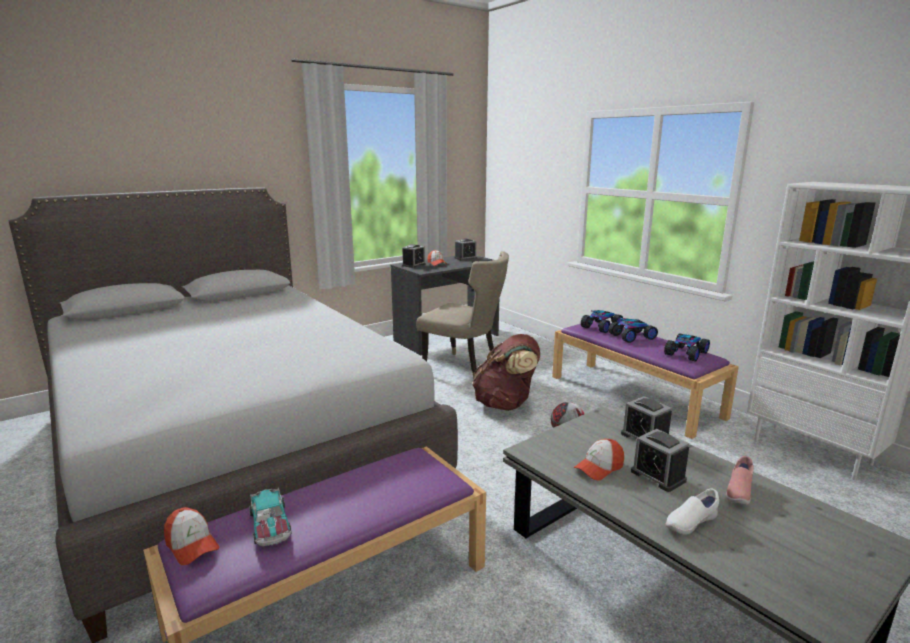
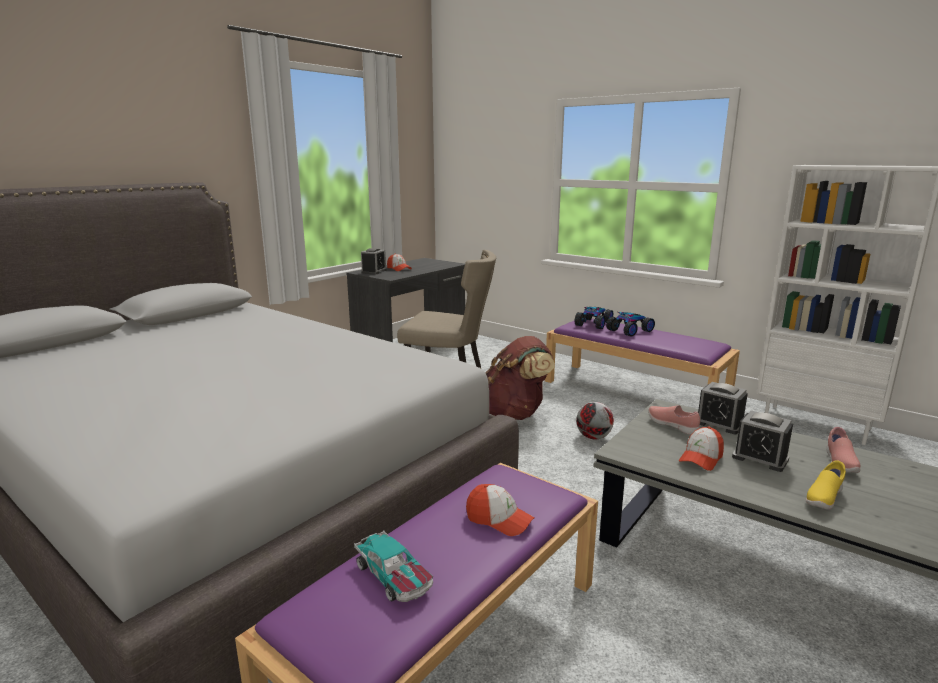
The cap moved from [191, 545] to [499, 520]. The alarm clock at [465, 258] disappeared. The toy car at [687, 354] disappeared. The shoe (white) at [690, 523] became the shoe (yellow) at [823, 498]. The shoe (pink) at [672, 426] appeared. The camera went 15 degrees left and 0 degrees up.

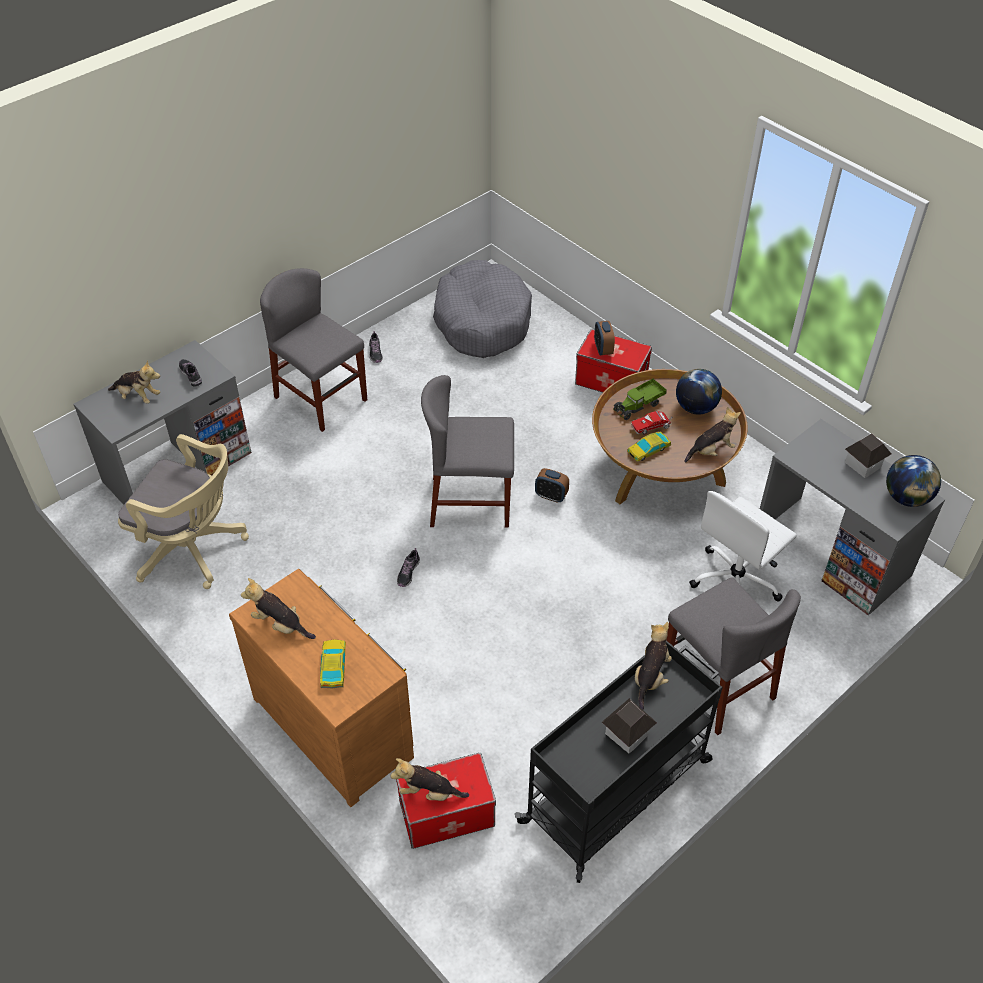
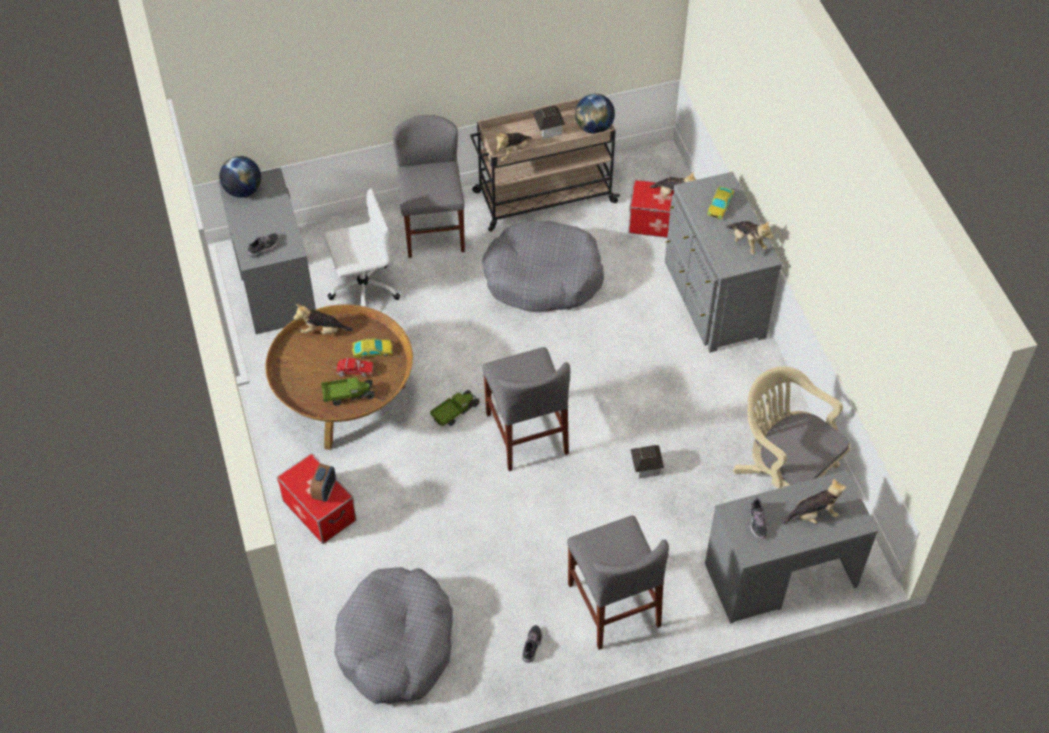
The plush toy at [138, 397] turned 120 degrees clockwise. The dresser (brown) at [335, 724] became the dresser (grey) at [712, 300]. The shoe moved from [408, 572] to [264, 247]. The chair (grey) at [470, 502] turned 45 degrees clockwise. The cart (black) at [618, 790] became the cart (beige) at [543, 197]. The alarm clock at [551, 496] was replaced by the toy truck at [455, 412]. The globe moved from [695, 408] to [594, 128]. The toy house moved from [863, 464] to [646, 467]. The dog bed (grey) at [543, 277] appeared. The camera went 155 degrees left and 5 degrees up.

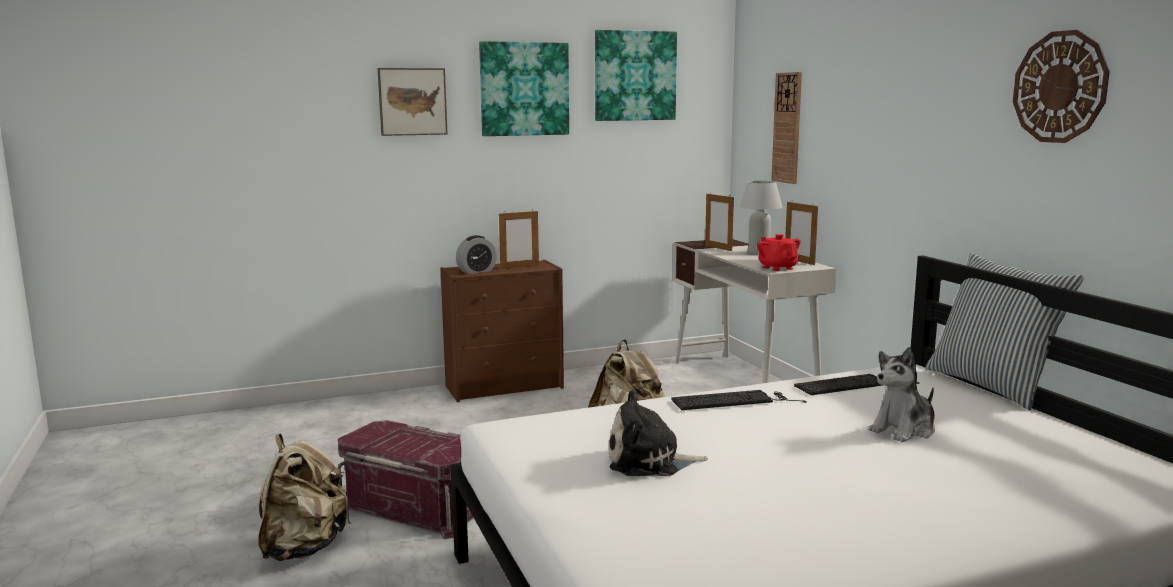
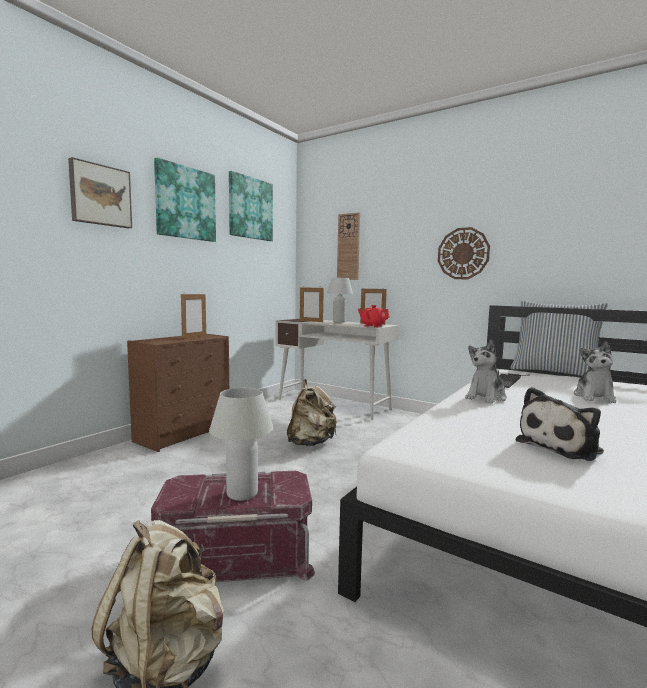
The alarm clock at [476, 271] disappeared. The keyboard at [734, 401] was replaced by the plush toy at [486, 397]. The wall clock moved from [1060, 87] to [463, 253]. The table lamp (white) at [242, 493] appeared. The camera went 35 degrees left and 5 degrees down.

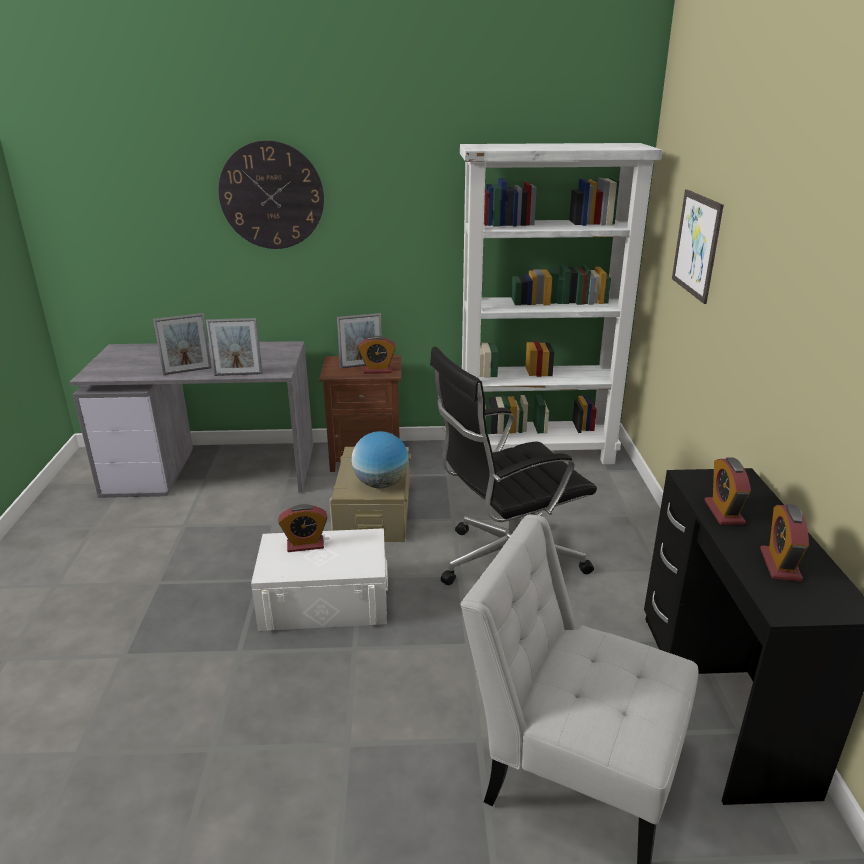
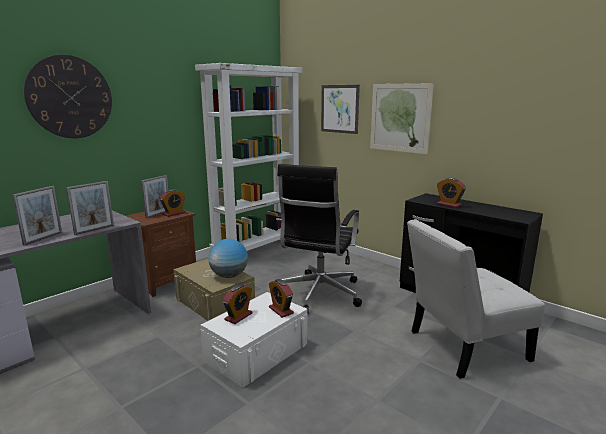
The alarm clock moved from [780, 565] to [281, 310]. The picture at [400, 118] appeared. The camera went 45 degrees left and 10 degrees down.

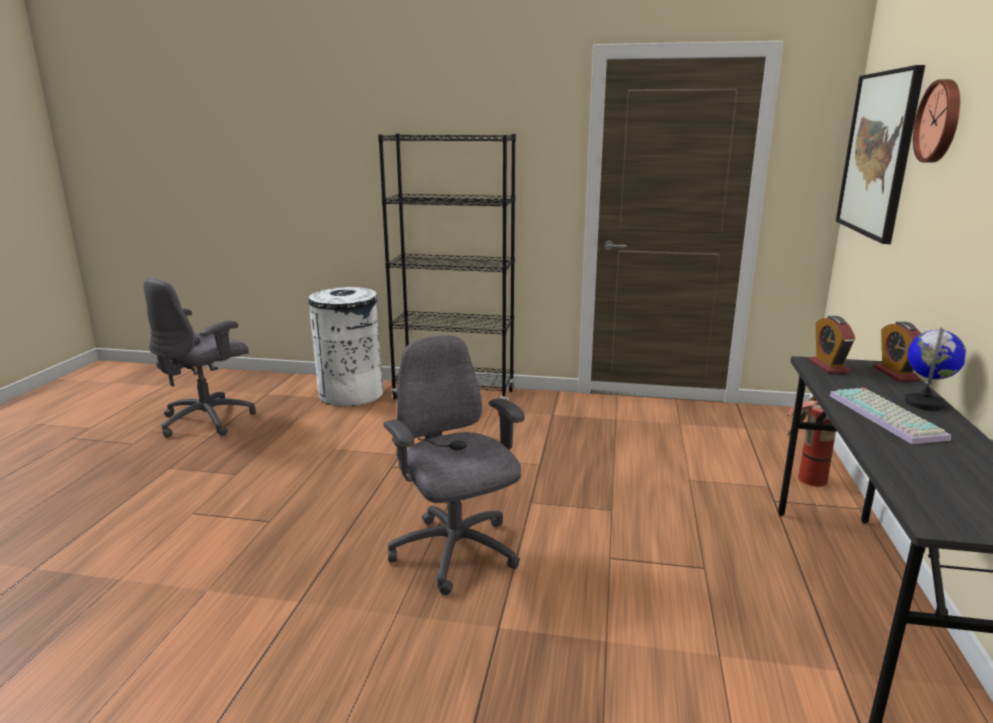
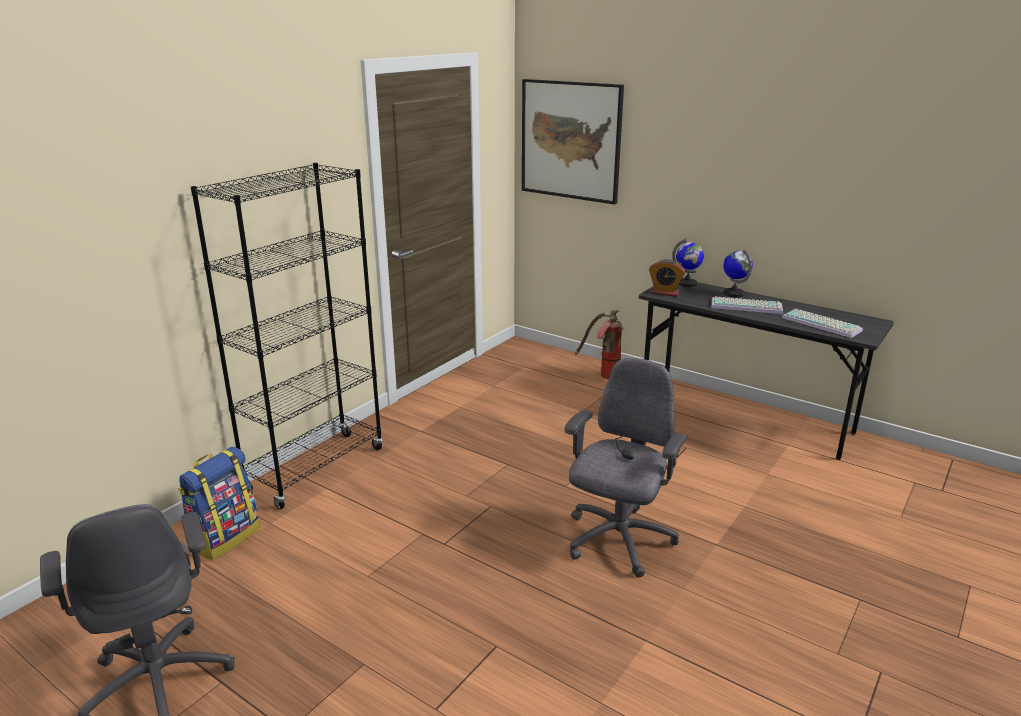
The trash can (white) at [351, 394] was replaced by the backpack at [225, 538]. The office chair (grey) at [455, 553] turned 120 degrees clockwise. The alarm clock at [895, 374] was replaced by the globe at [687, 284]. The wall clock at [940, 121] disappeared. The keyboard at [822, 324] appeared. The camera went 65 degrees left and 5 degrees up.

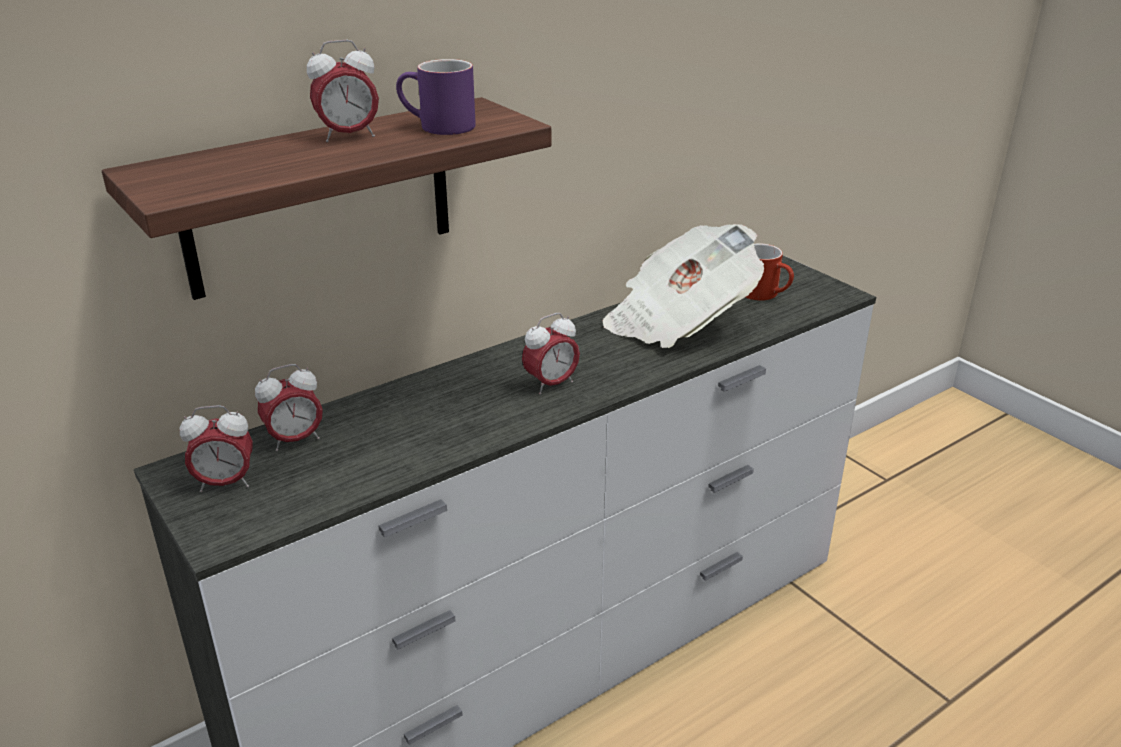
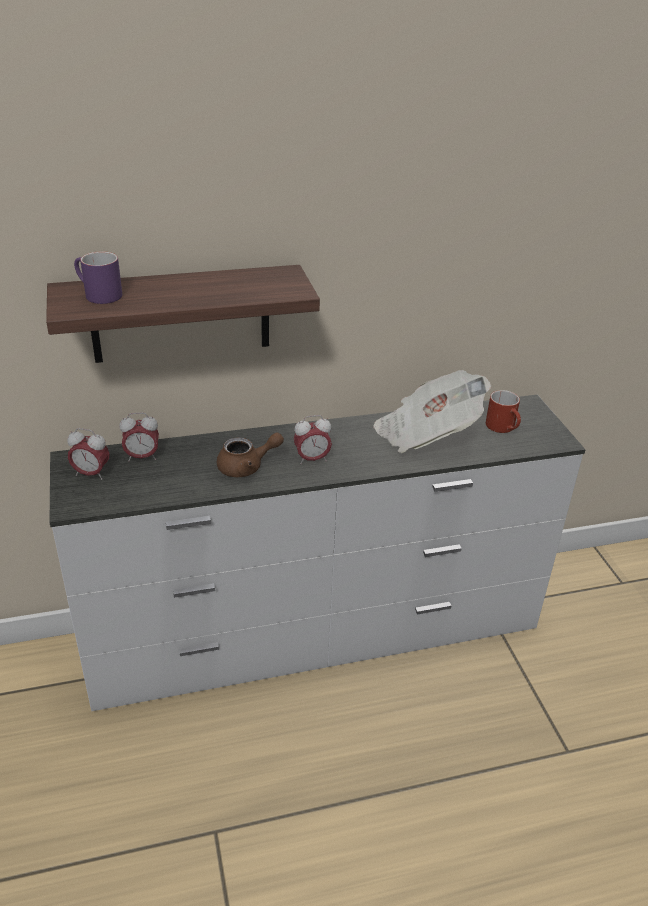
The alarm clock at [348, 136] disappeared. The mug (purple) moved from [437, 127] to [97, 295]. The teapot (brown) at [247, 467] appeared. The camera went 20 degrees right and 5 degrees up.

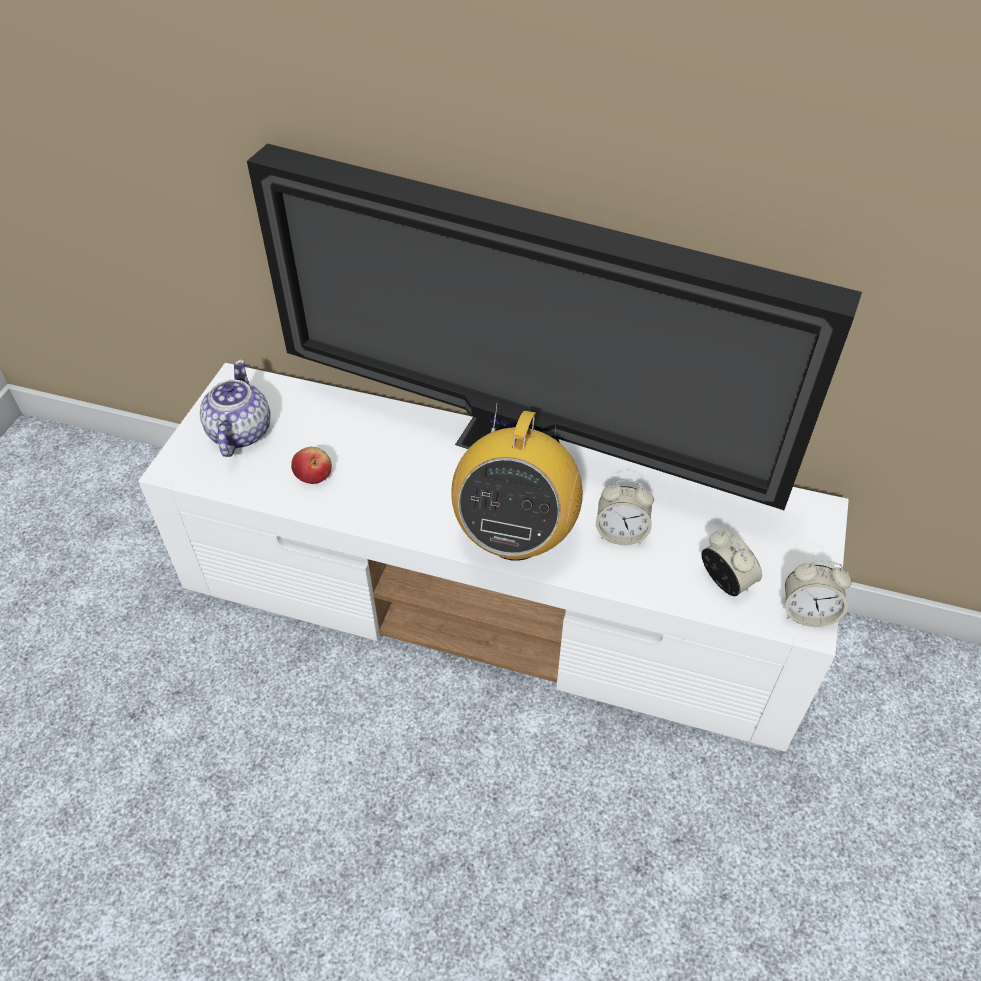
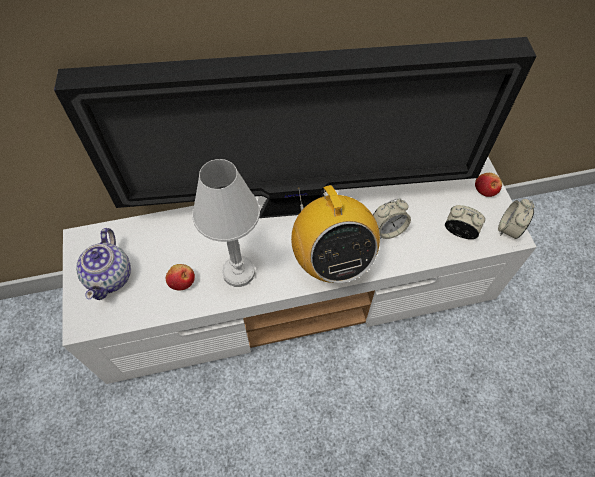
The teapot at [239, 433] turned 150 degrees counterclockwise. The alarm clock at [807, 613] turned 135 degrees clockwise. The table lamp (white) at [238, 272] appeared. The apple at [485, 190] appeared. The camera went 30 degrees left and 10 degrees up.

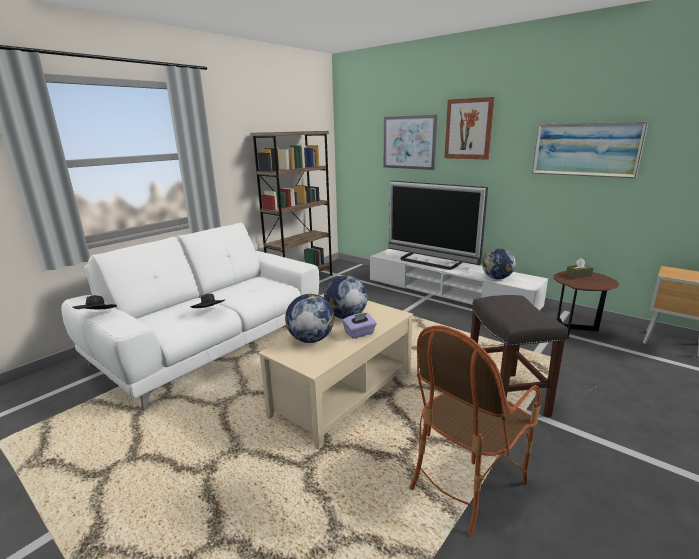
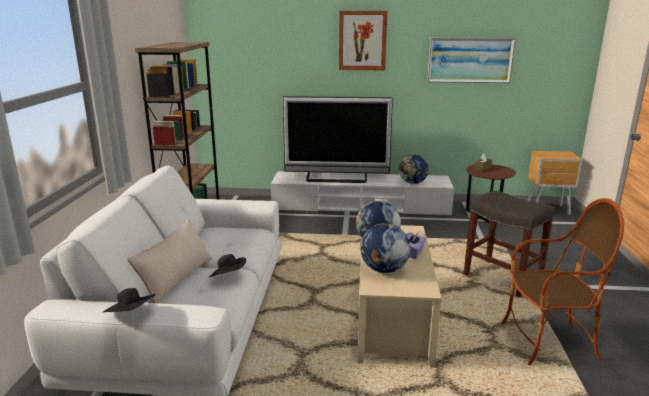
The picture at [409, 142] disappeared. The armchair at [465, 481] turned 105 degrees counterclockwise. The pillow (beige) at [176, 279] appeared. The camera went 35 degrees left and 0 degrees up.

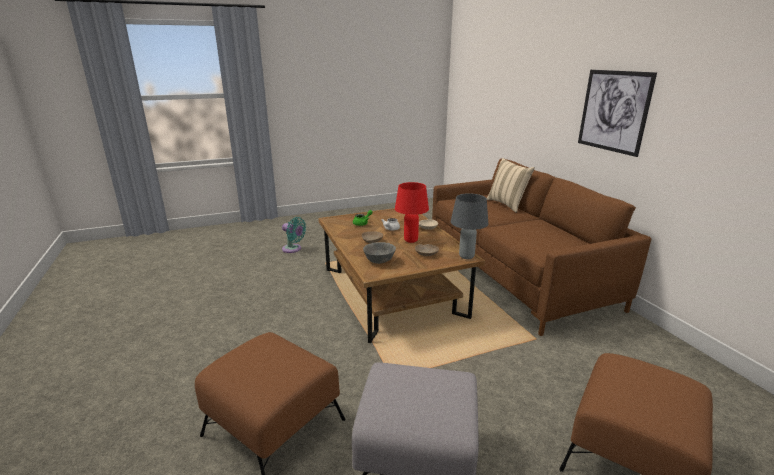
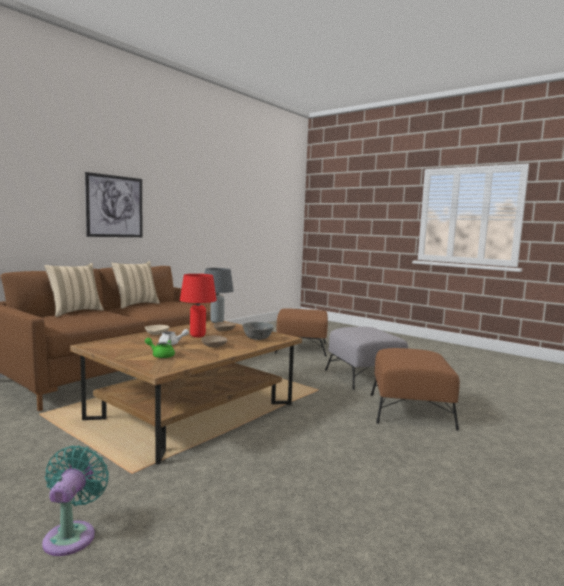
The pillow (beige) at [135, 305] appeared. The camera went 120 degrees left and 15 degrees down.

